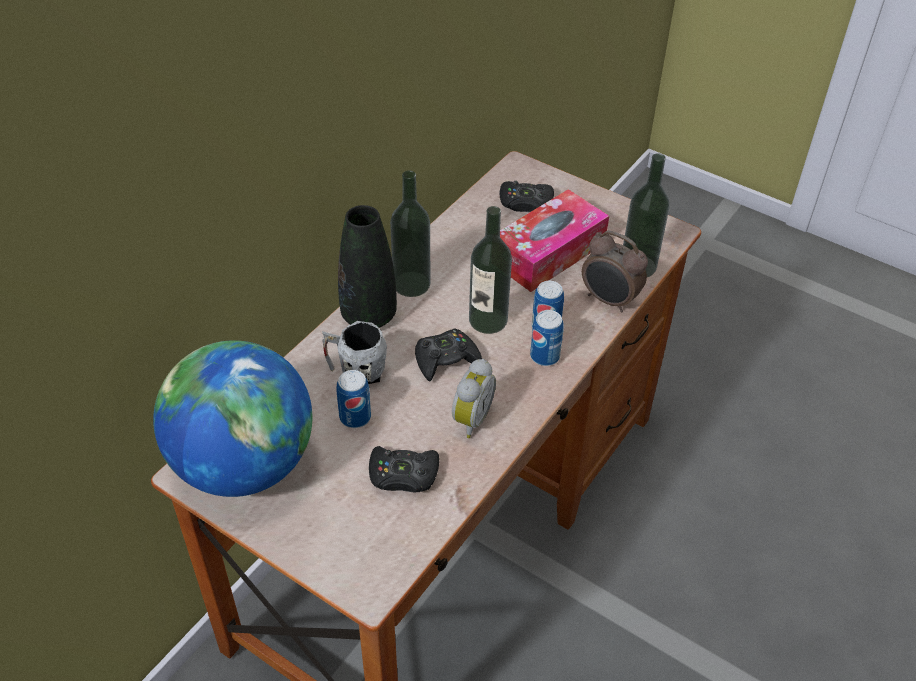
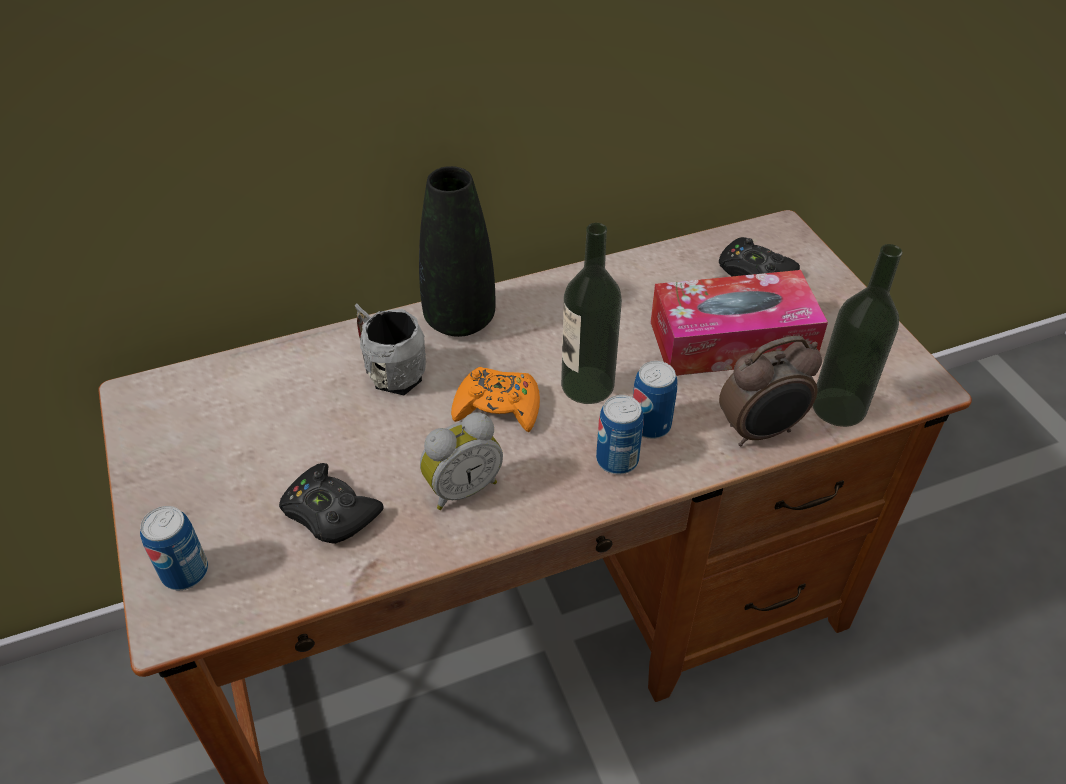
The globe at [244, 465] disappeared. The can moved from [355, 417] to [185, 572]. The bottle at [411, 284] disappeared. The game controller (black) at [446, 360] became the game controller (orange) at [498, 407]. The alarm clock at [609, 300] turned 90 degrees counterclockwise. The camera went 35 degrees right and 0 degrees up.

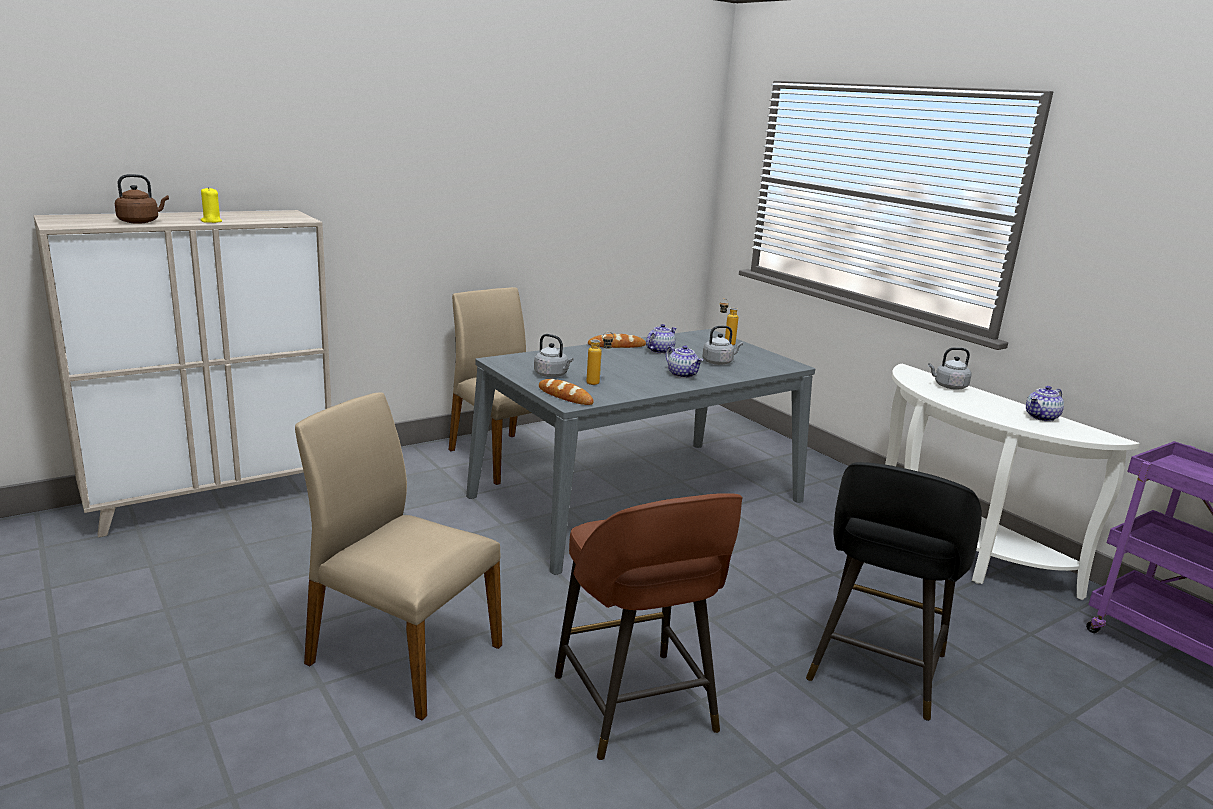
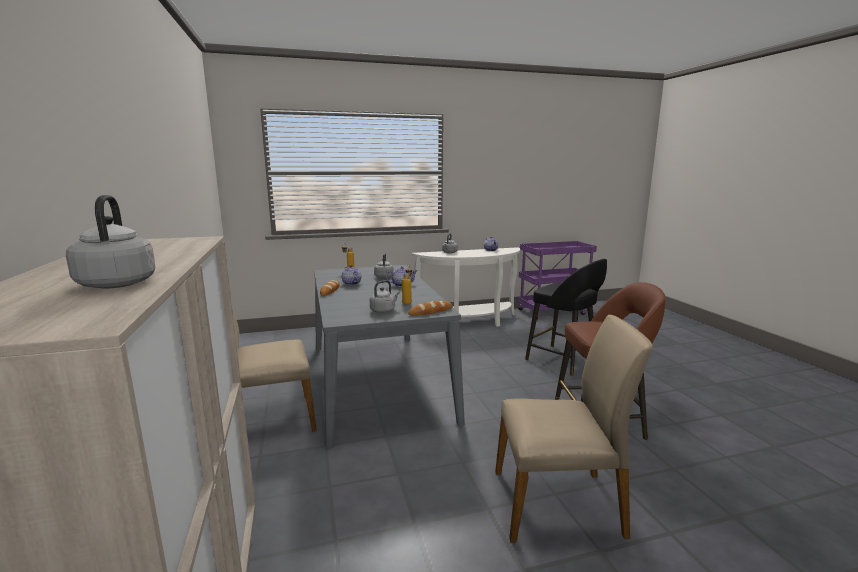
The kettle (brown) at [141, 222] became the kettle (grey) at [118, 283]. The candle (yellow) at [211, 221] disappeared. The chair (beige) at [402, 655] turned 135 degrees counterclockwise. The camera went 70 degrees left and 5 degrees down.

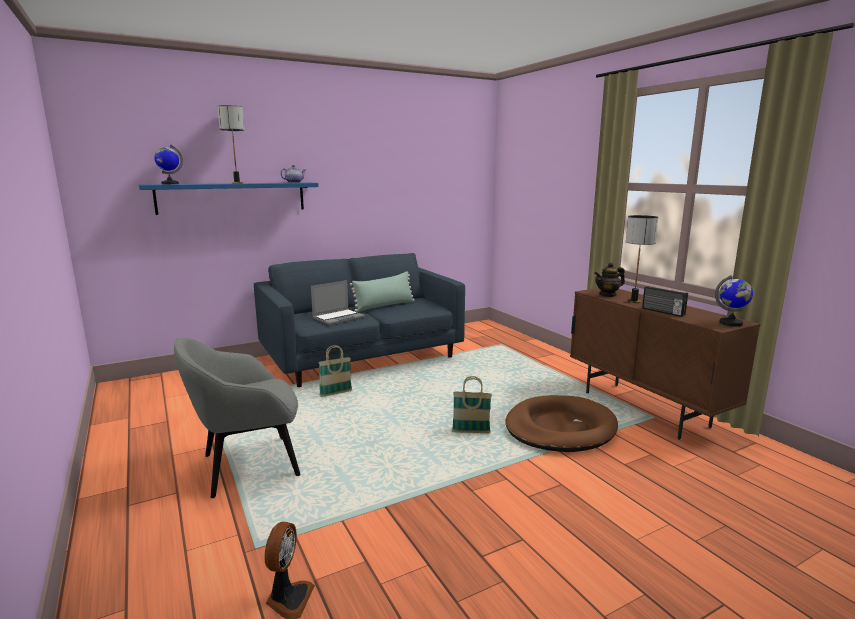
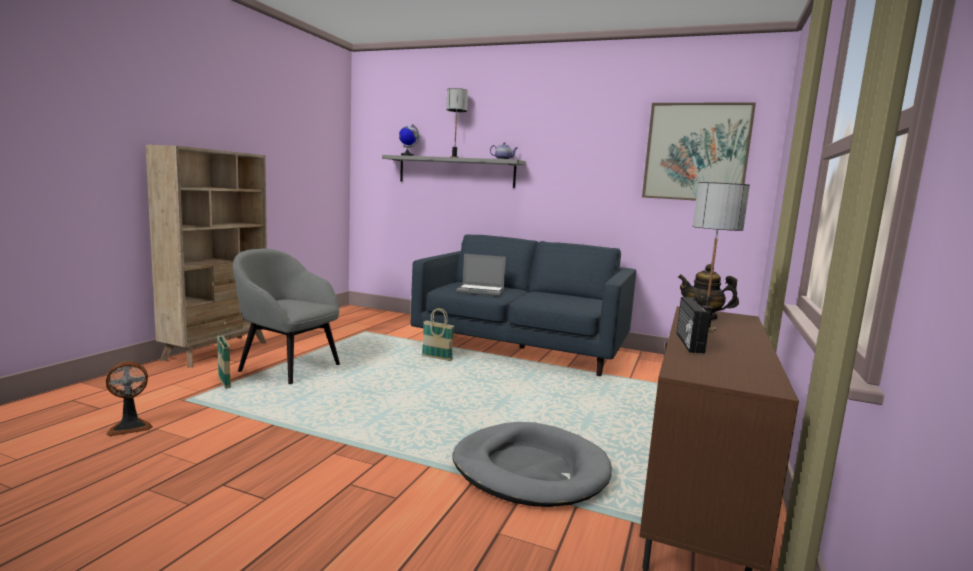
The shelf (blue) at [232, 197] became the shelf (grey) at [456, 171]. The pillow (green) at [384, 306] disappeared. The basket moved from [471, 432] to [224, 383]. The dog bed (brown) at [560, 428] became the dog bed (grey) at [530, 469]. The globe at [731, 323] disappeared. The bookcase (beige) at [217, 350] appeared. The picture at [696, 152] appeared. The camera went 50 degrees right and 5 degrees down.

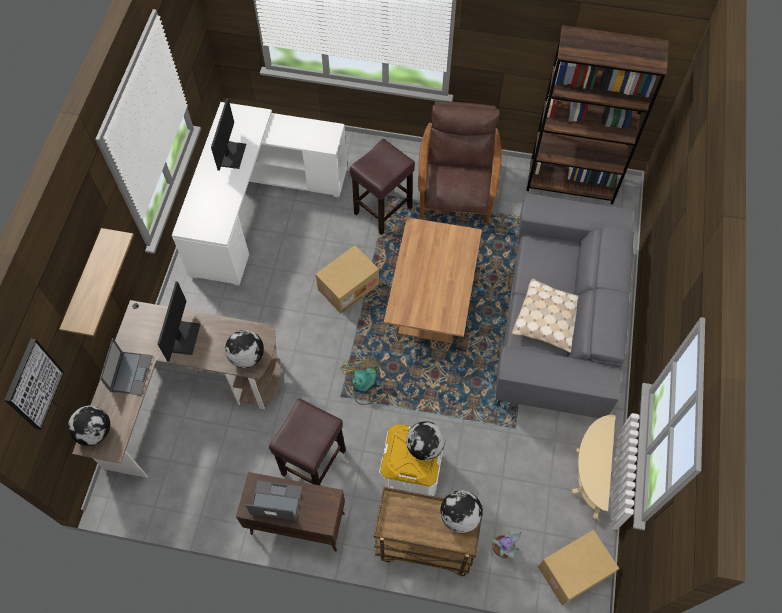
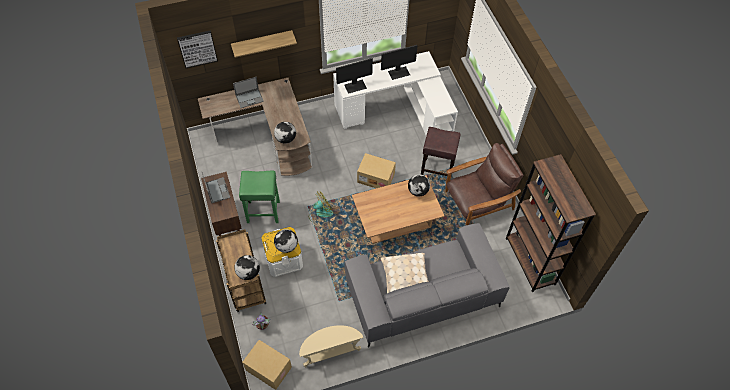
The globe moved from [95, 431] to [418, 191]. The monitor moved from [185, 337] to [355, 86]. The stool (brown) at [313, 463] became the stool (green) at [262, 212]. The camera went 60 degrees right and 5 degrees down.

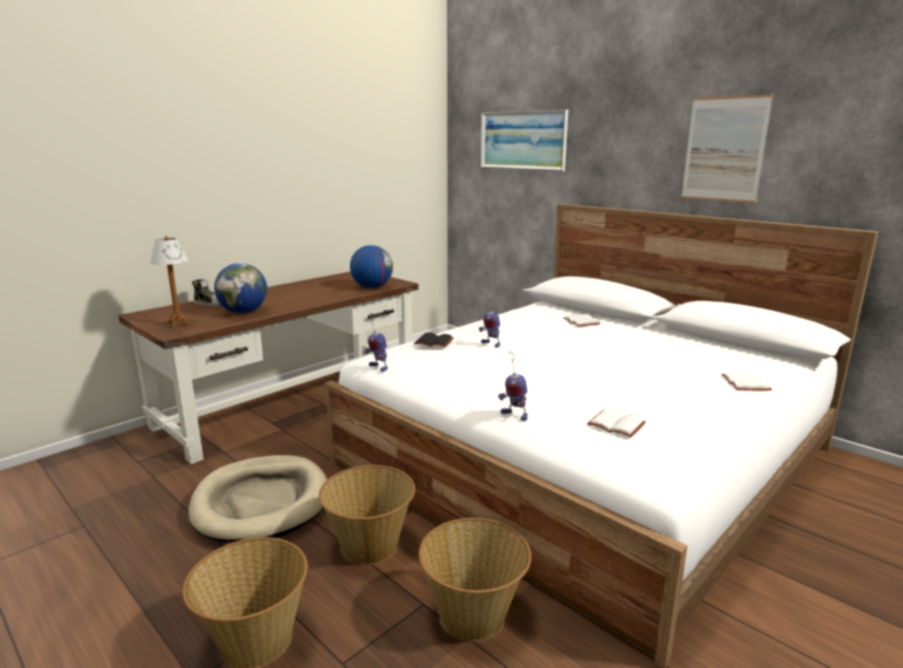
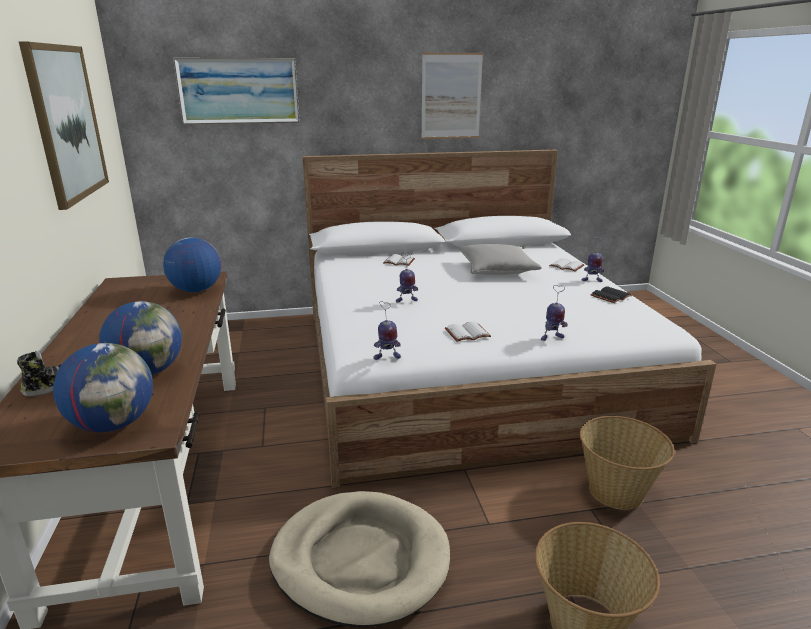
The table lamp at [178, 324] was replaced by the globe at [114, 424]. The basket at [370, 546] disappeared. The book (black) moved from [433, 342] to [611, 297]. The book (white) moved from [614, 425] to [467, 334]. The picture at [67, 123] appeared. The pillow (grey) at [497, 270] appeared. The toy robot at [591, 280] appeared. The camera went 55 degrees left and 5 degrees up.

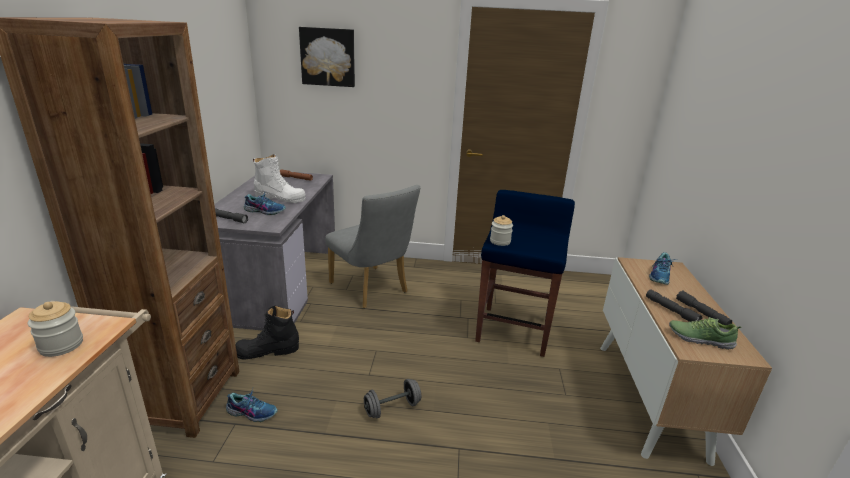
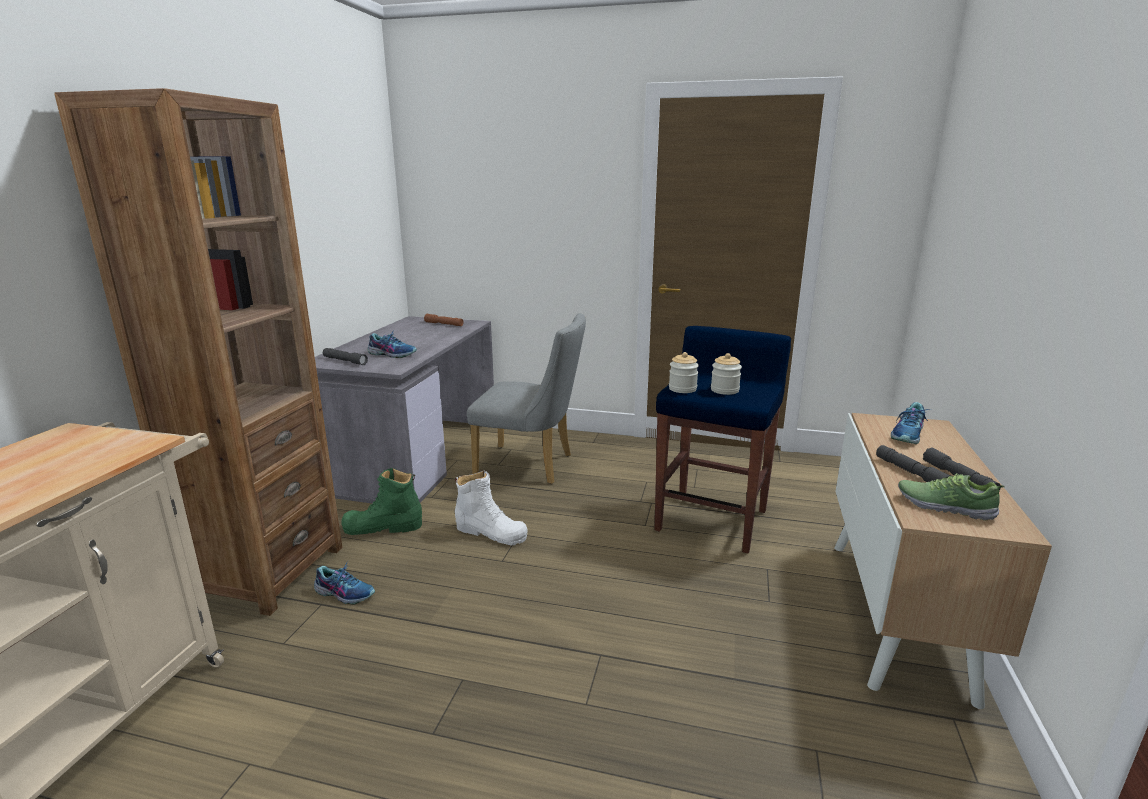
The jar moved from [61, 345] to [724, 390]. The boot (black) at [267, 351] became the boot (green) at [382, 527]. The boot (white) moved from [280, 198] to [491, 532]. The picture at [328, 57] disappeared. The chair (grey) at [372, 290] turned 45 degrees counterclockwise. The dumbbell (grey) at [392, 408] disappeared. The camera went 10 degrees right and 5 degrees down.

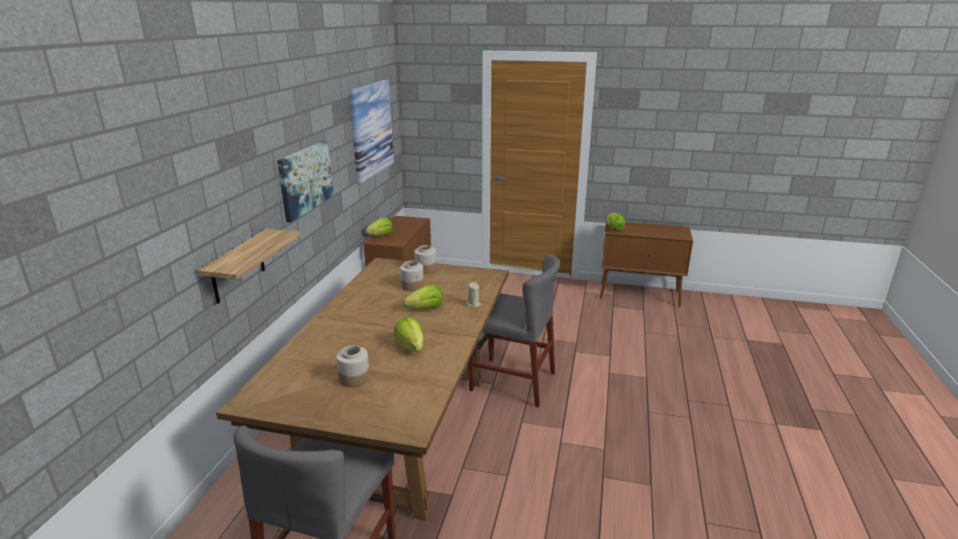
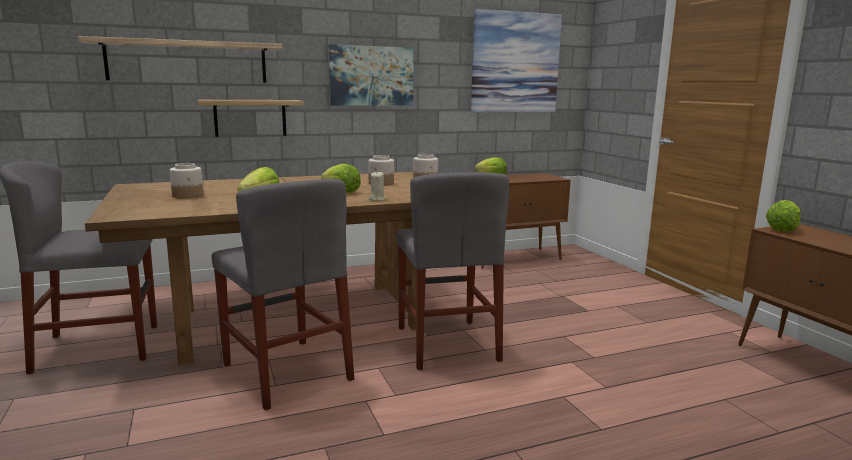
The shelf at [188, 61] appeared. The chair (grey) at [286, 372] appeared. The camera went 55 degrees right and 10 degrees down.

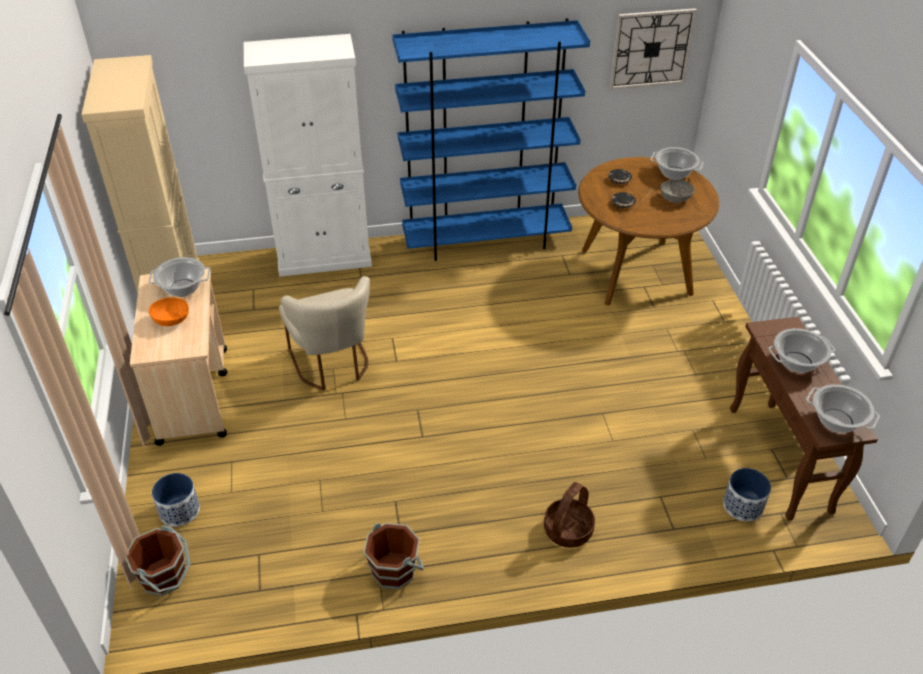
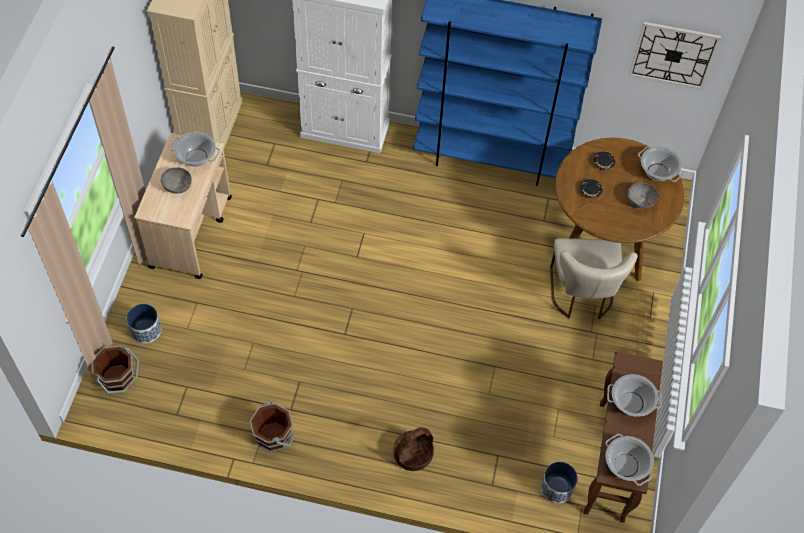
The bowl (orange) at [171, 319] became the bowl (grey) at [177, 186]. The chair (beige) moved from [332, 365] to [582, 296]. The camera went 20 degrees right and 15 degrees up.

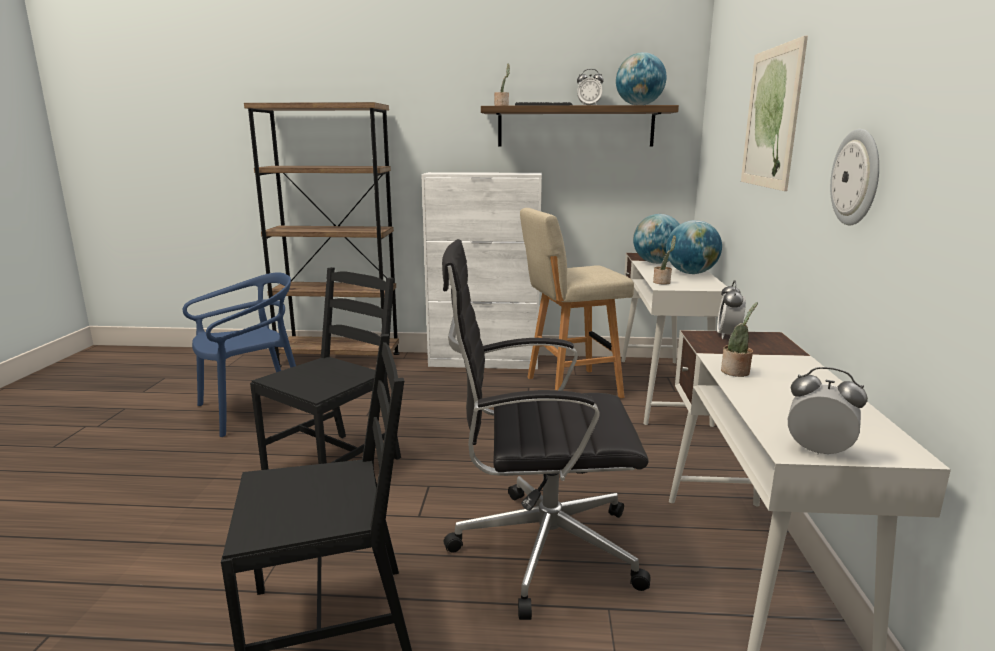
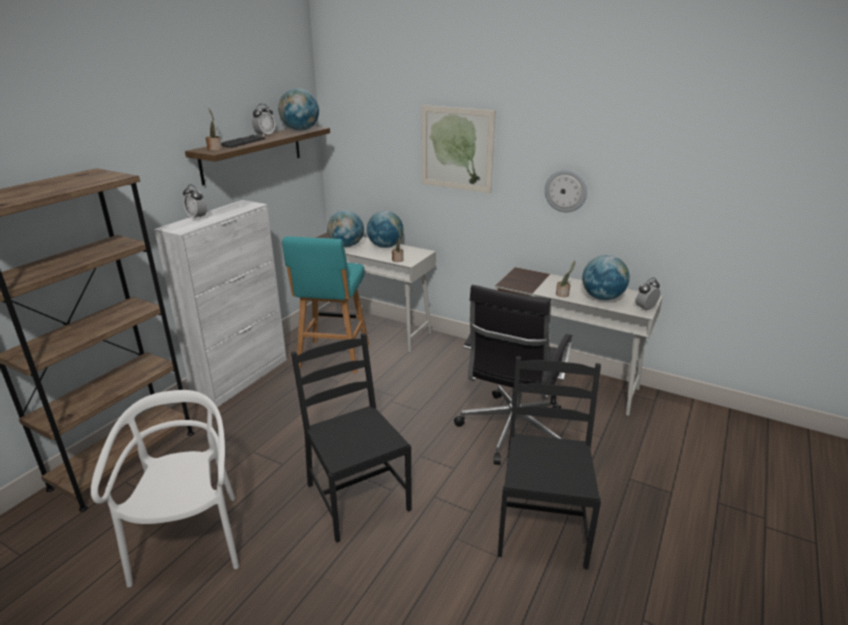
The chair (blue) at [252, 409] became the chair (white) at [190, 540]. The stool (beige) at [570, 387] became the stool (turquoise) at [333, 358]. The alarm clock moved from [728, 336] to [197, 218]. The globe at [602, 298] appeared. The camera went 65 degrees left and 10 degrees up.

